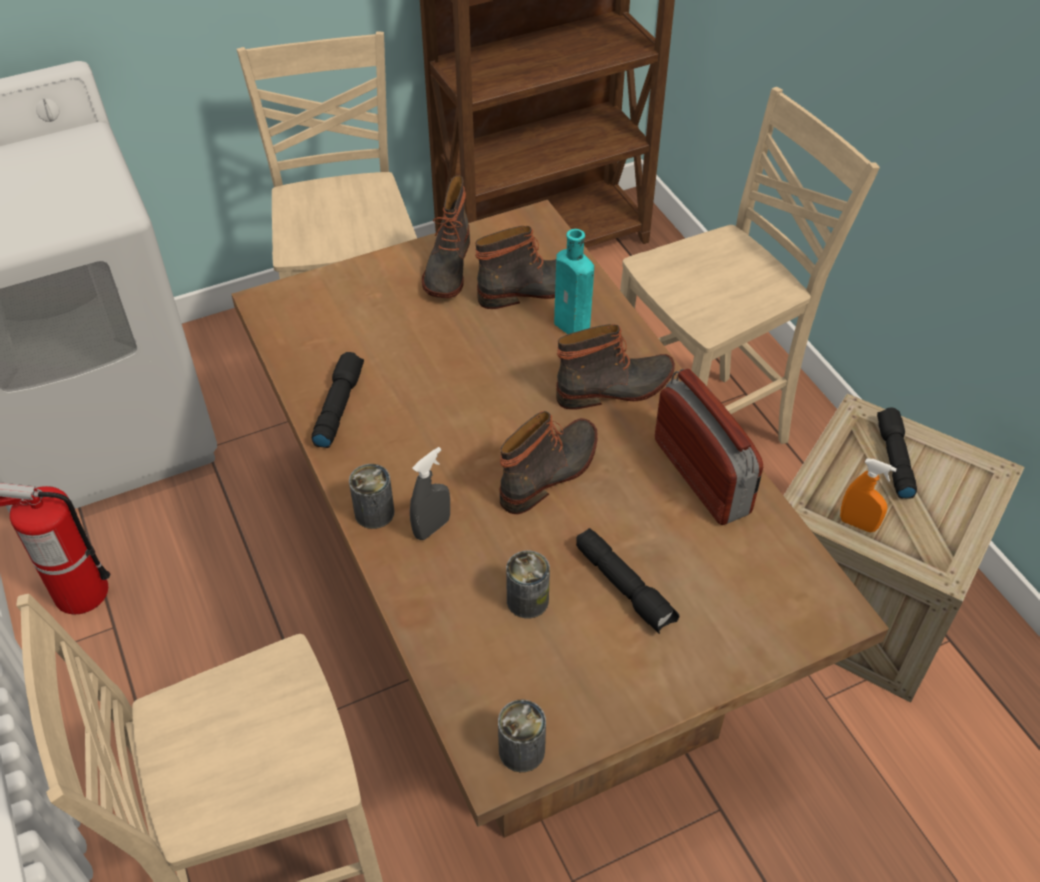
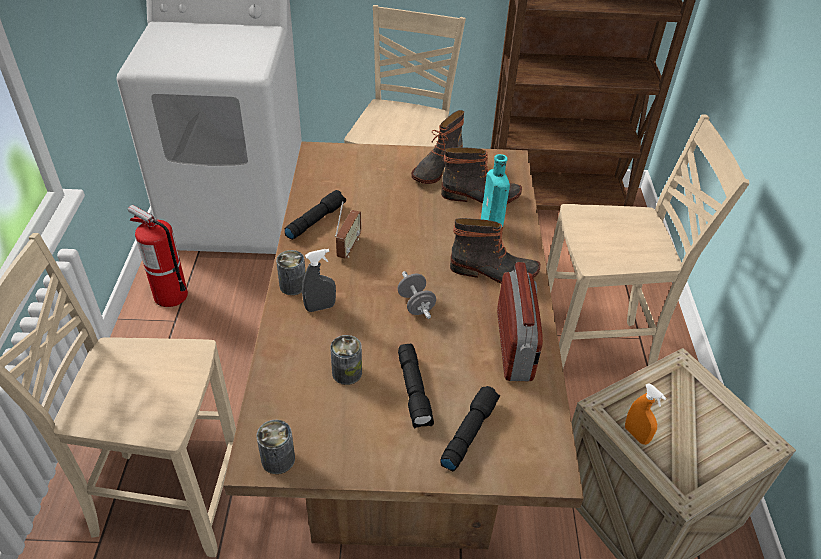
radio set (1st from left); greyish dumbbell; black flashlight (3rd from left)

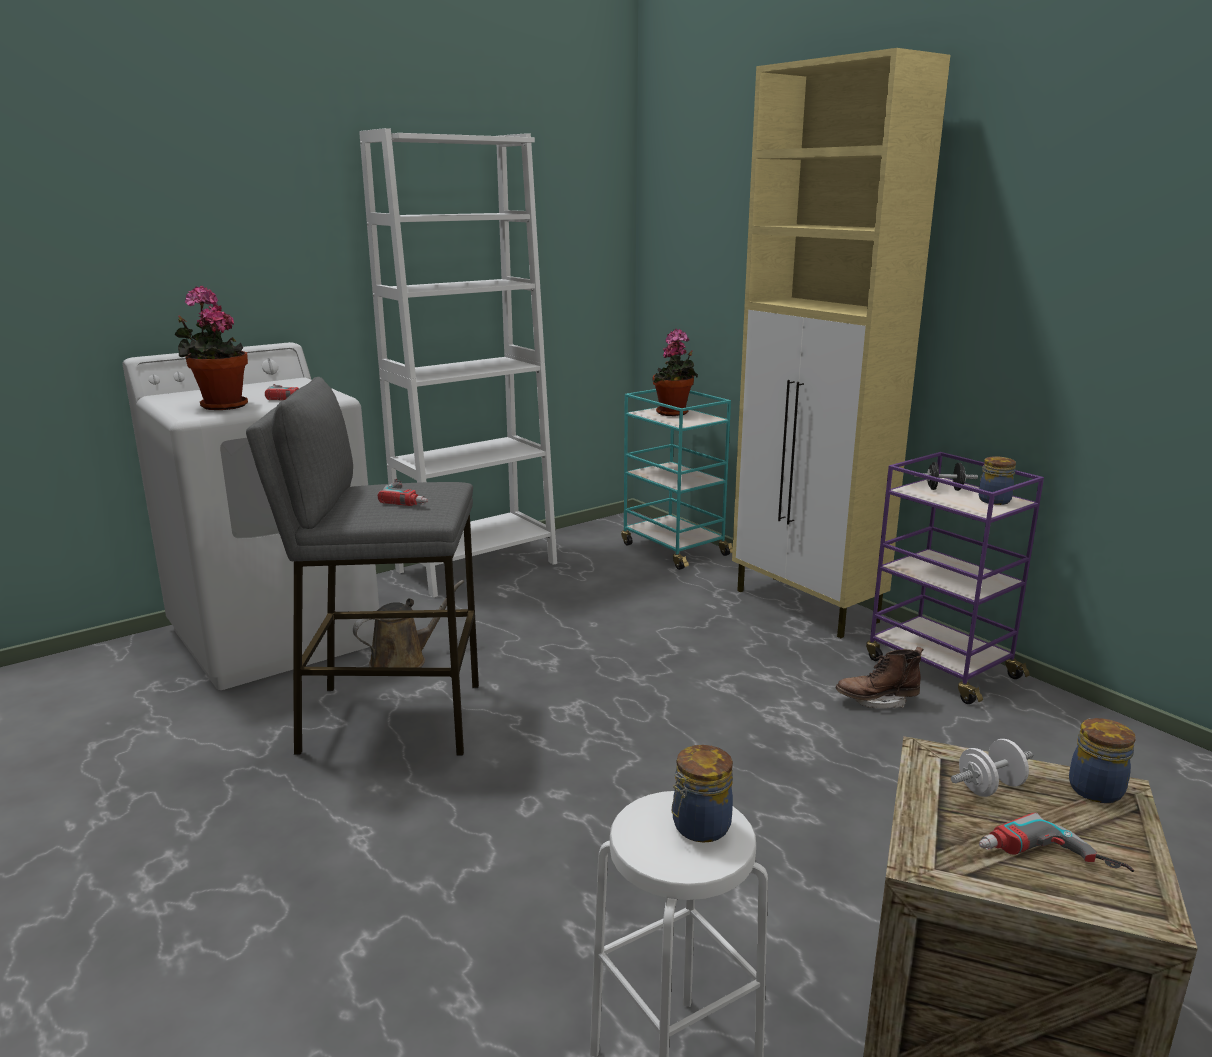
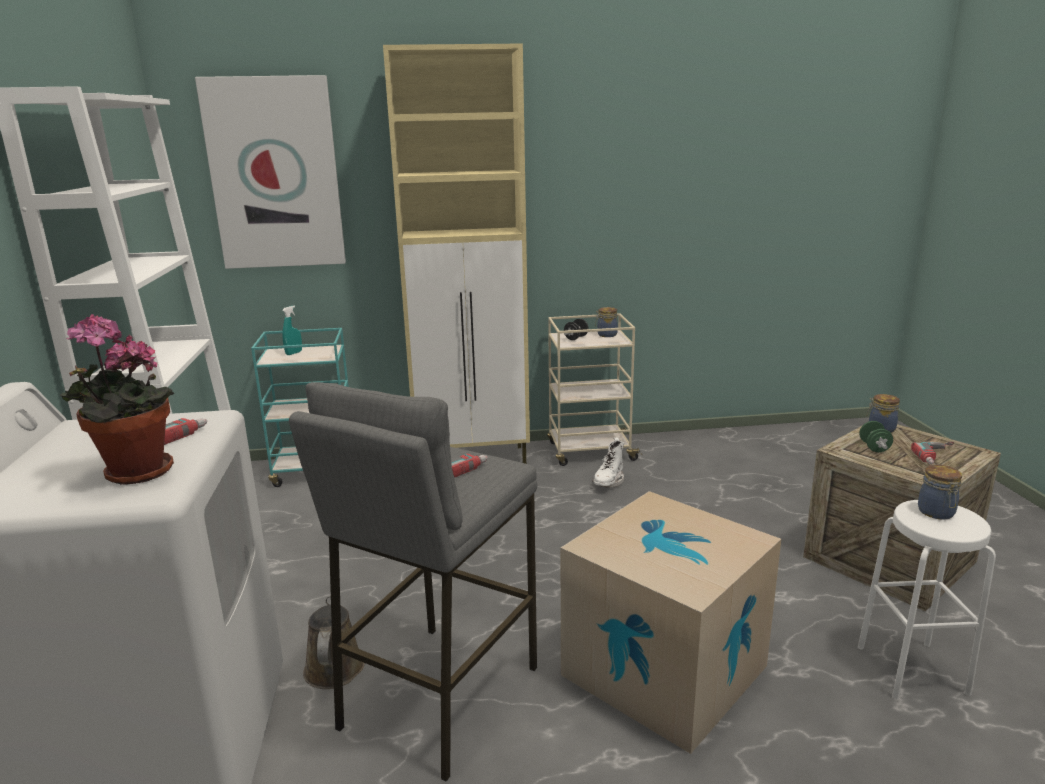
picture; turquoise-coloured hand sprayer; sand-coloured cart; cardboard box; white boot; green-coloured dumbbell

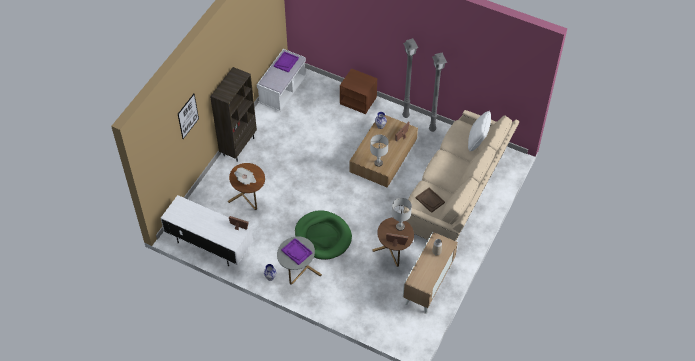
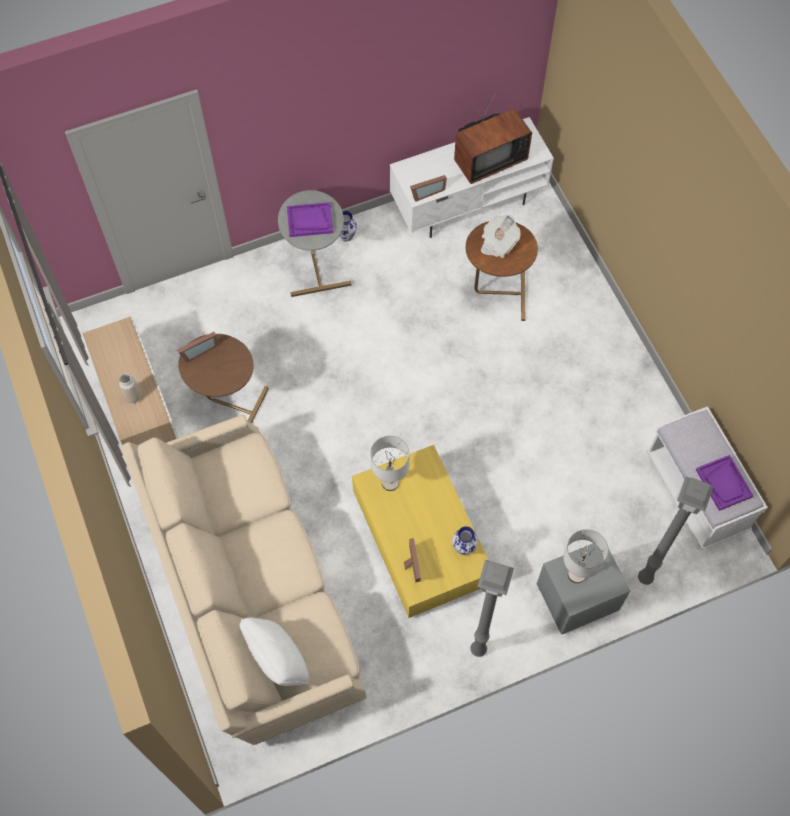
yellow-coloured low table; TV; greyish nightstand; greyish lamp for a table (2nd from left); greyish standing lamp (2nd from left); picture; brownish bookcase; green-coloured dog bed; brownish tray

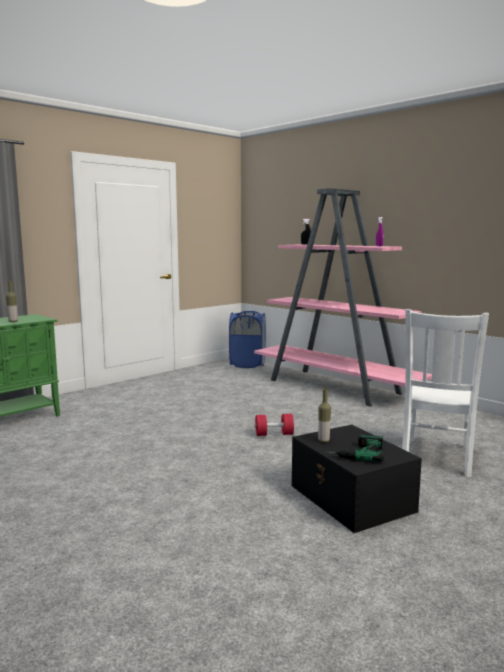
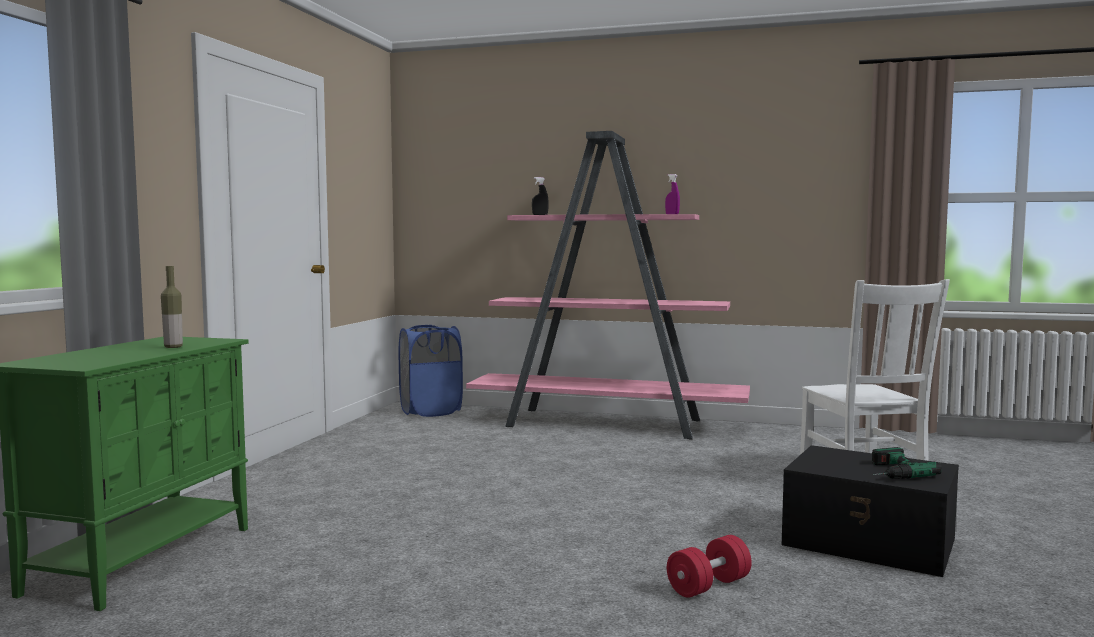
red-coloured dumbbell; bottle (2nd from left in the first image)

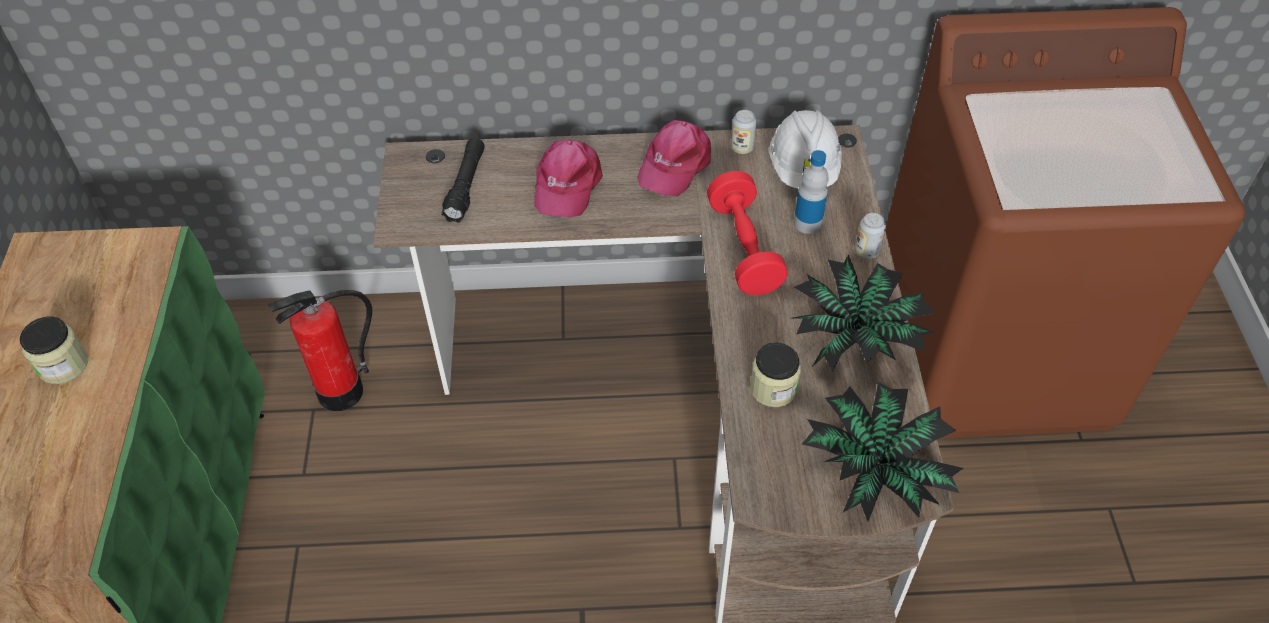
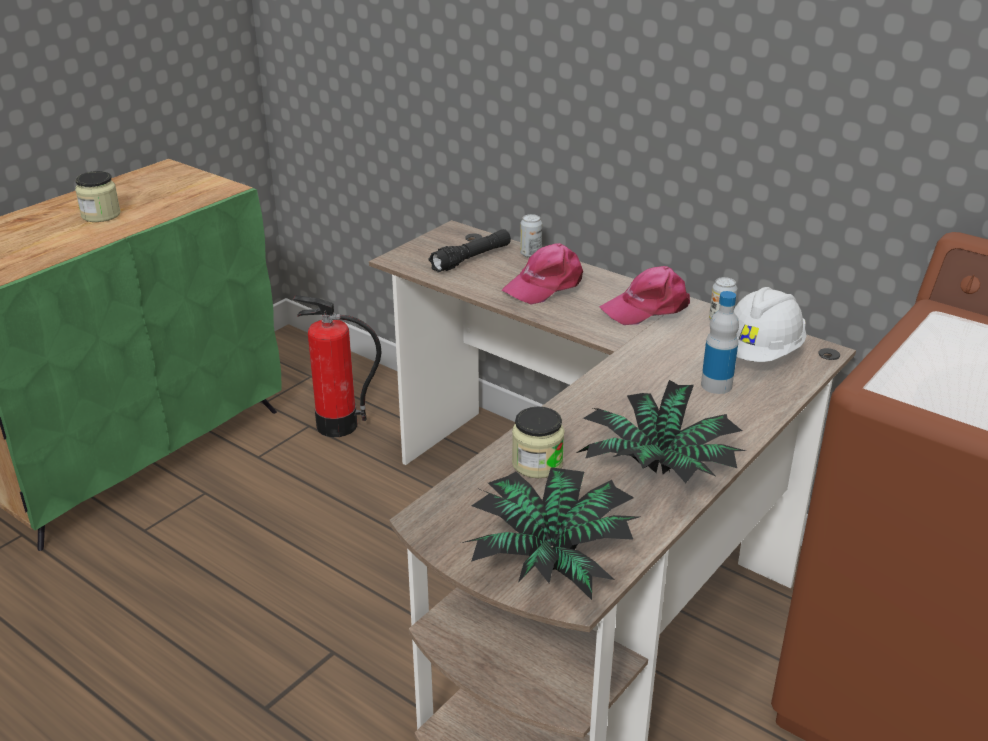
can (1st from left); red-coloured dumbbell

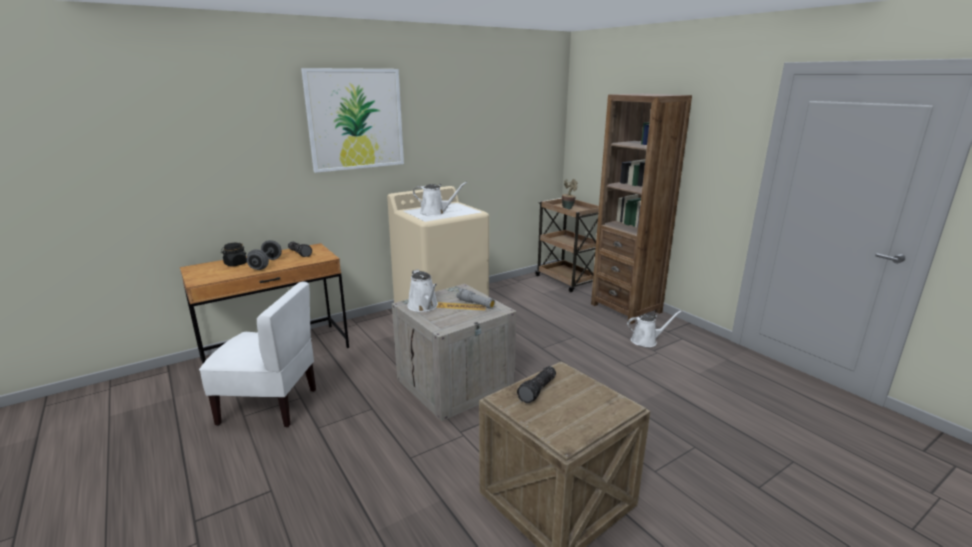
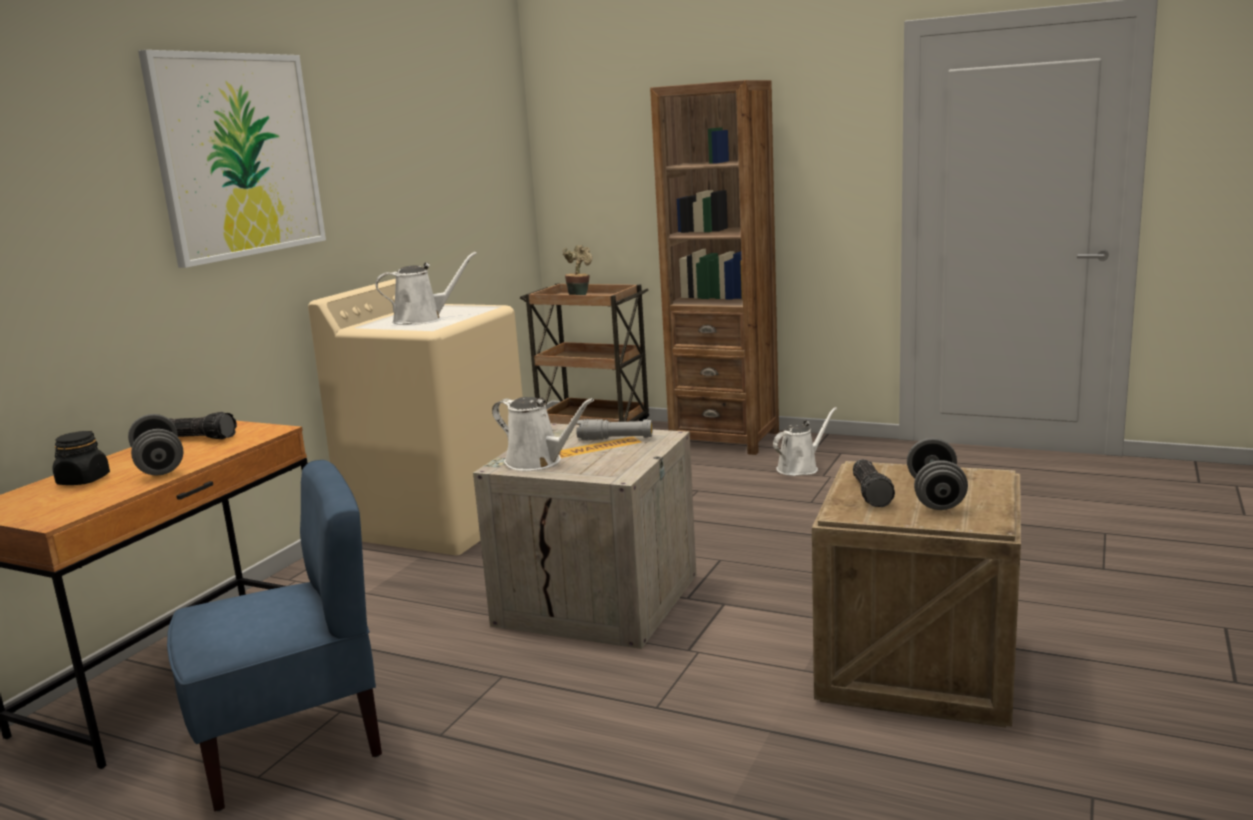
blue-coloured plain chair; greyish dumbbell (2nd from left)

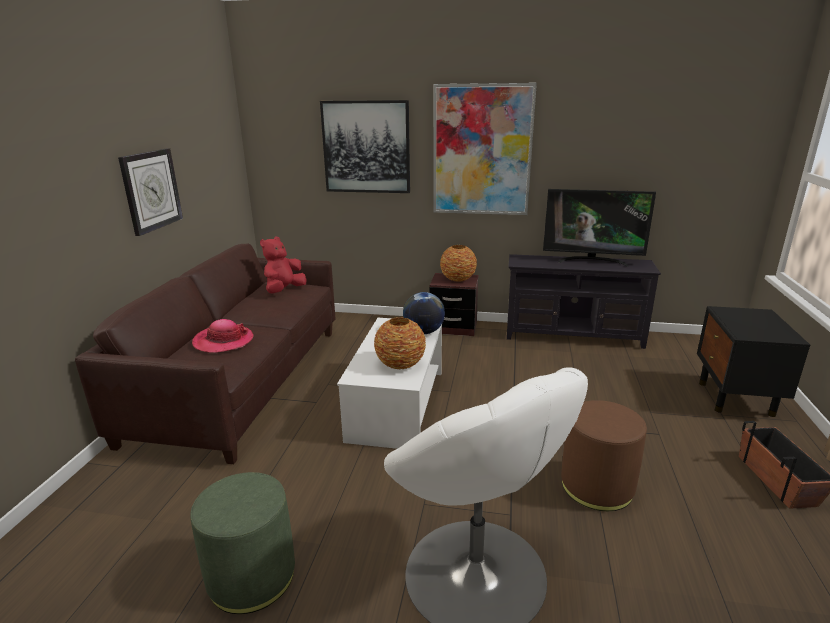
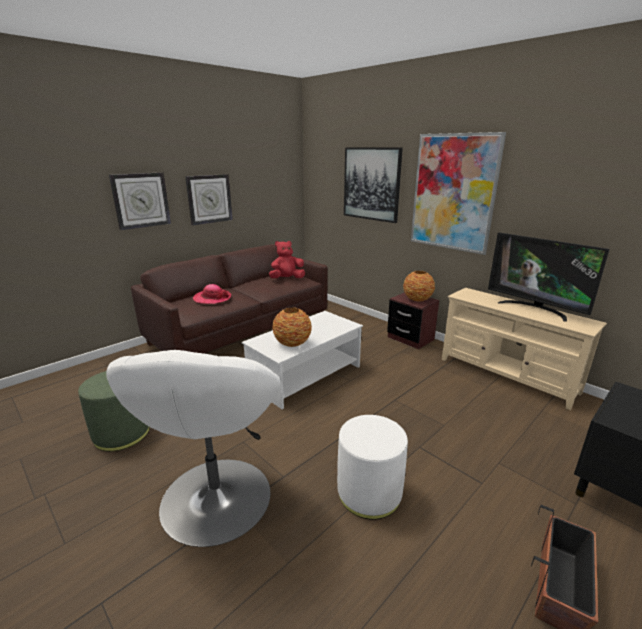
hanging clock (1st from left); white ottoman; sand-coloured tv stand; globe

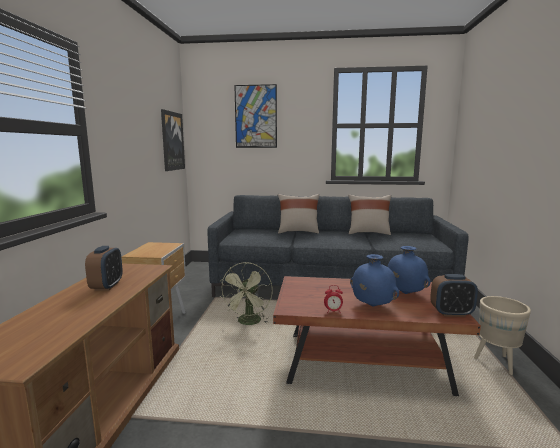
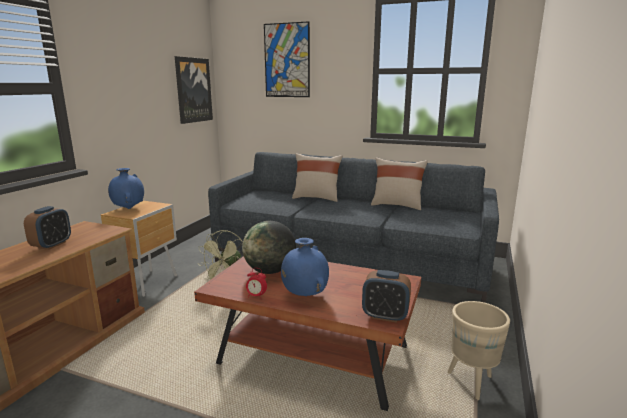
blue-coloured decorative vase (1st from left); globe

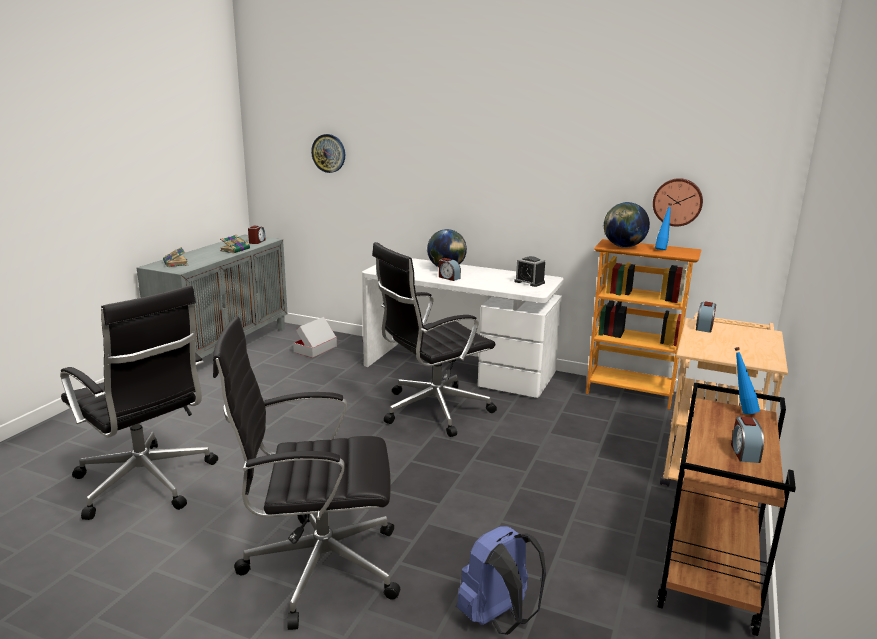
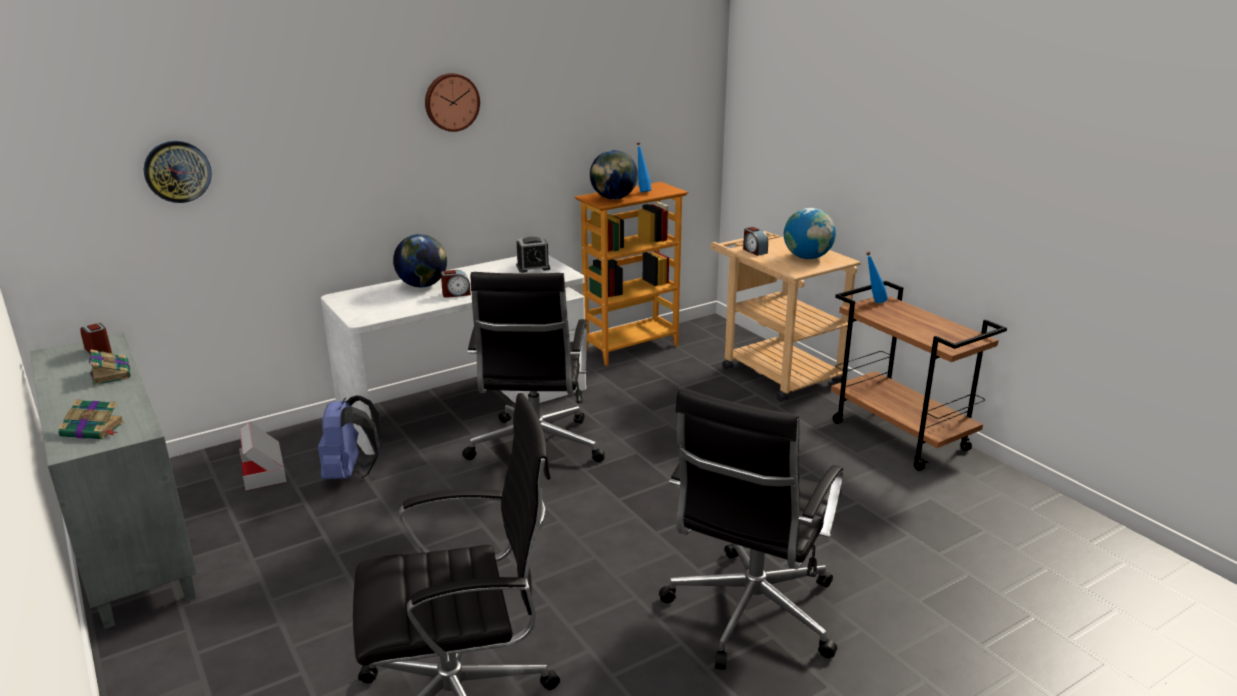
blue-coloured knapsack; hanging clock (2nd from left); globe (3rd from left); table clock (5th from left in the first image)

